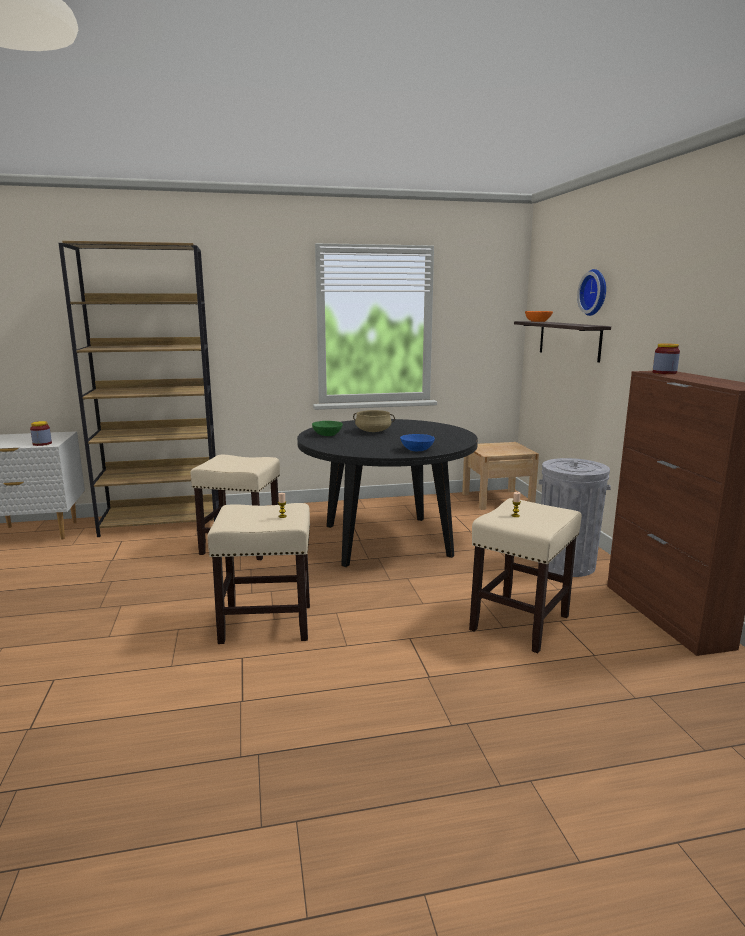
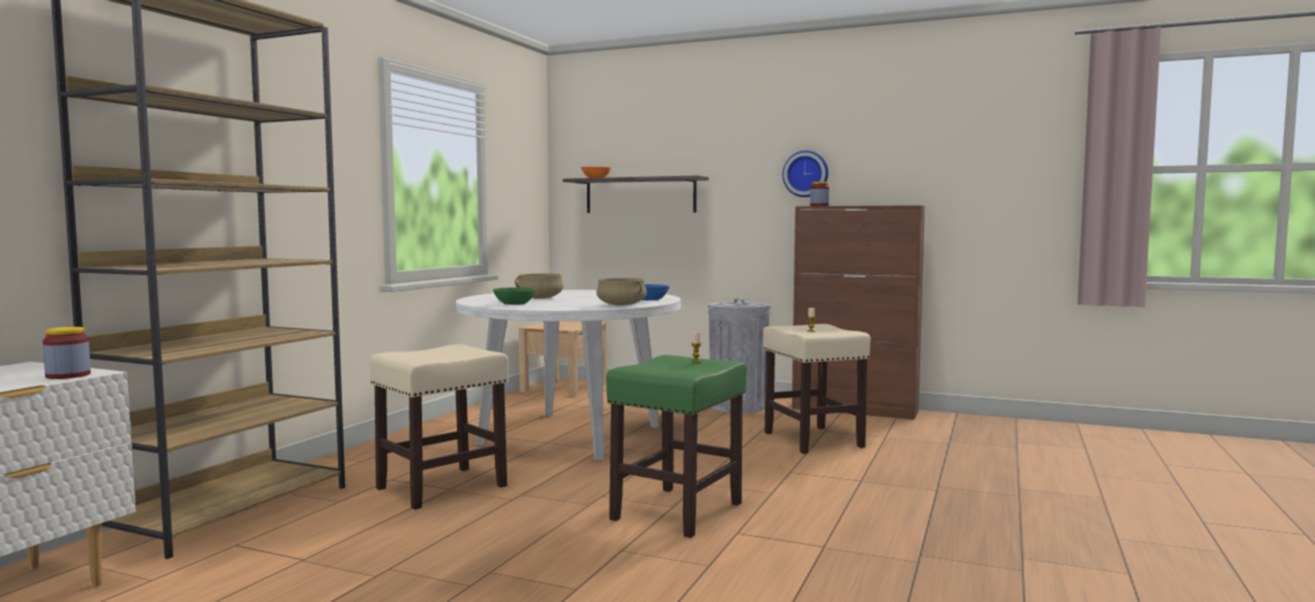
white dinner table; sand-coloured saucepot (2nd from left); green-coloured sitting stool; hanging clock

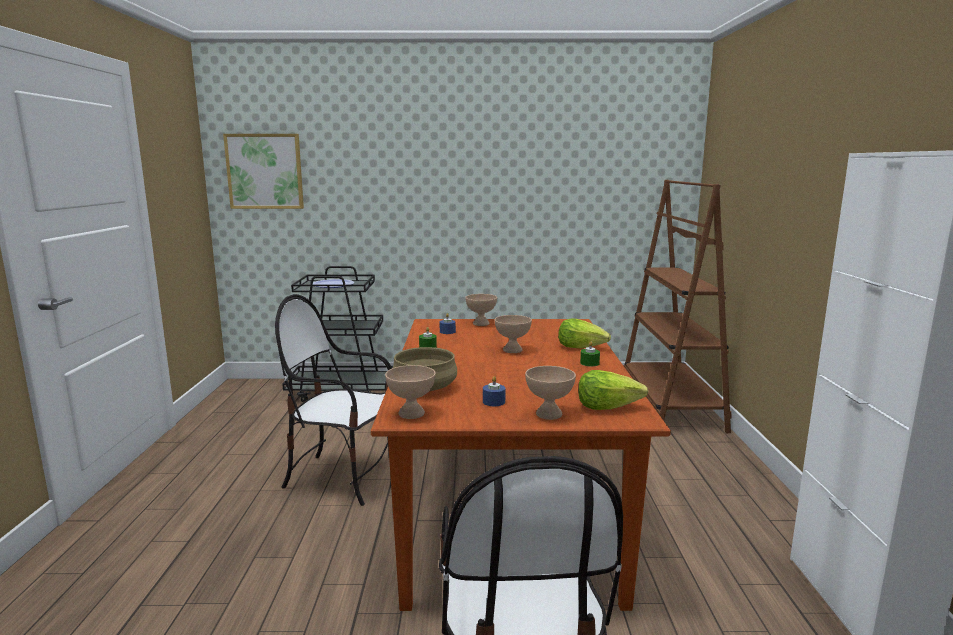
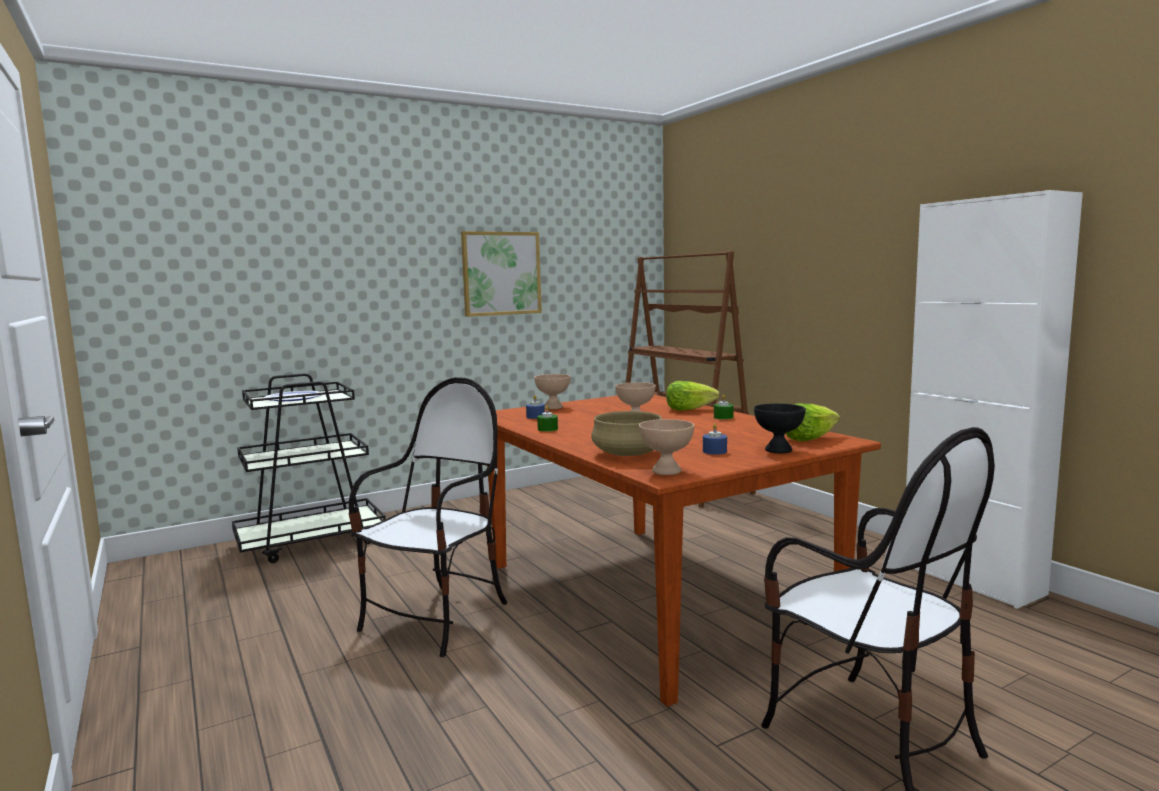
plain chair (1st from left); picture; black deep dish

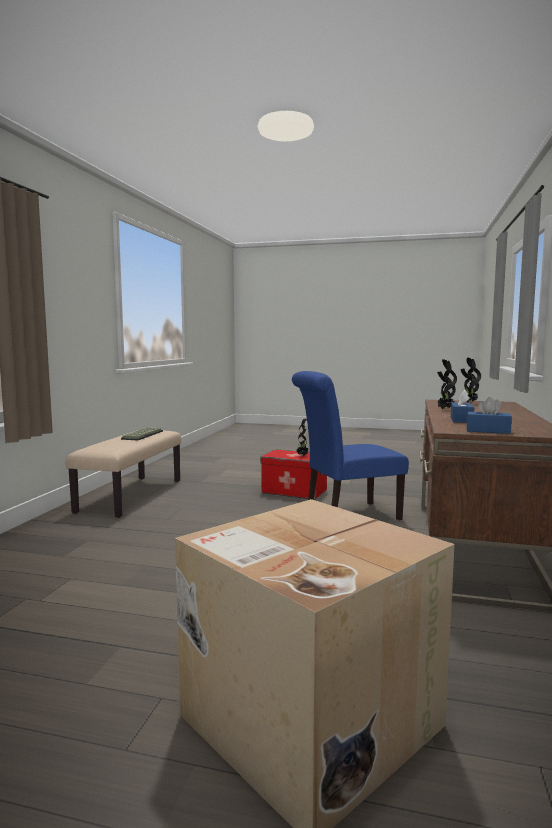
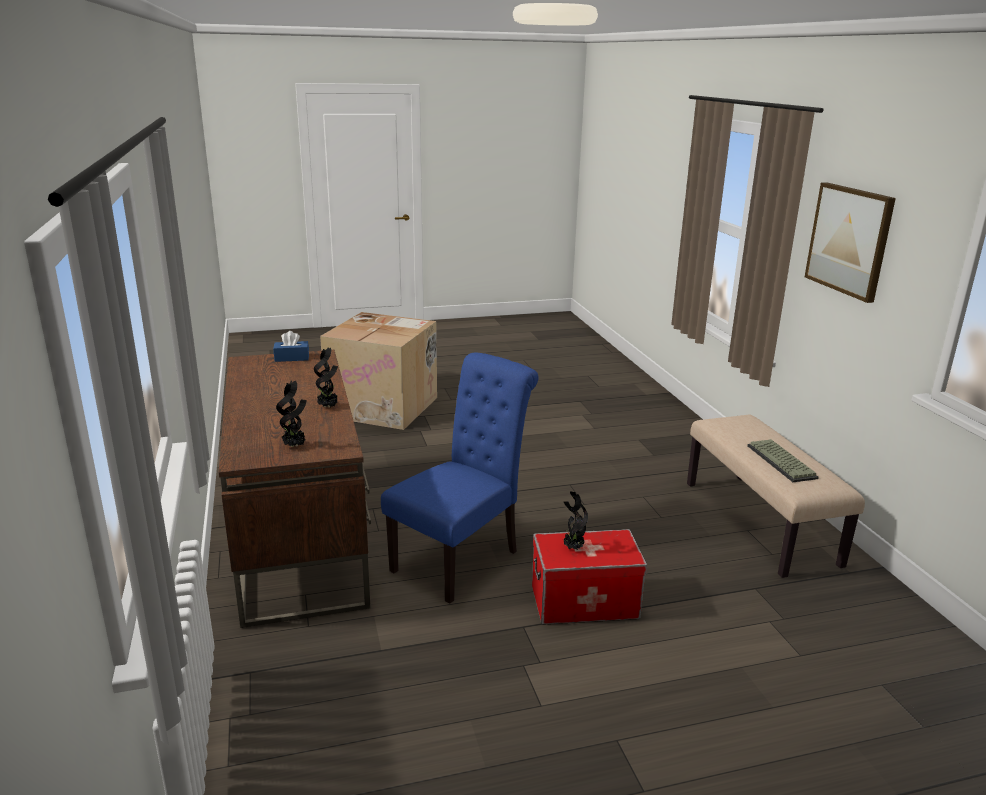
picture; blue-coloured box of tissues (1st from left in the first image)

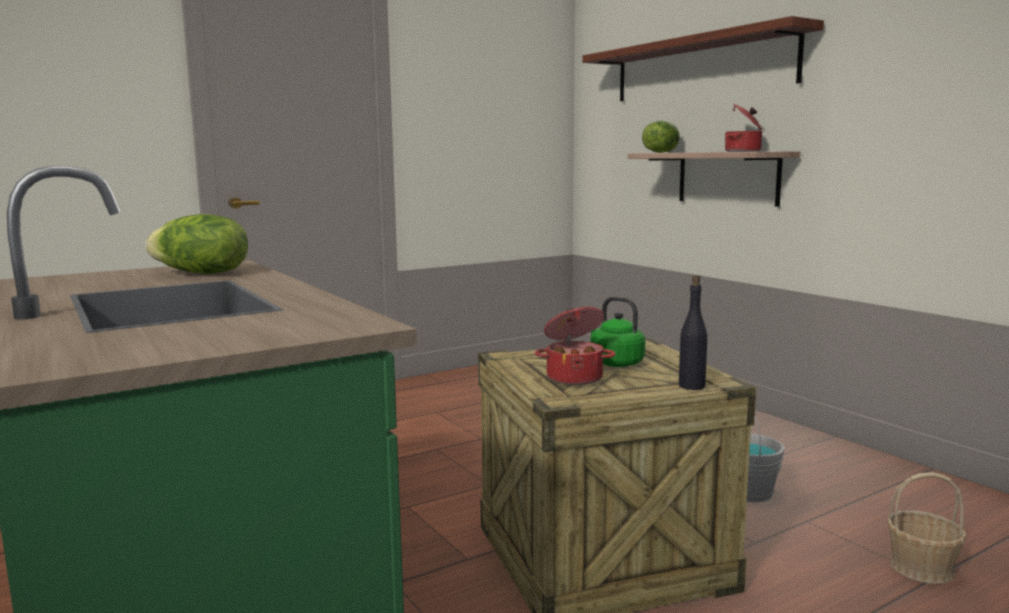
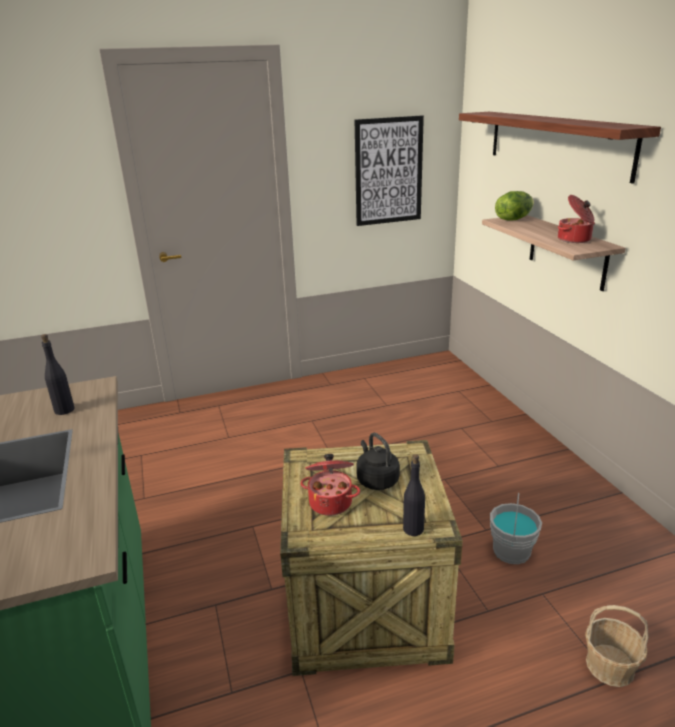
black bottle (1st from left); picture; black tea kettle

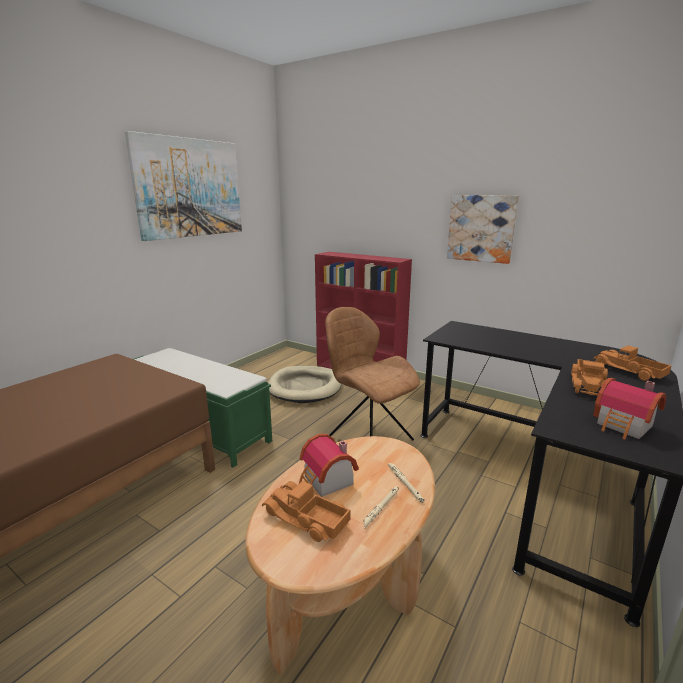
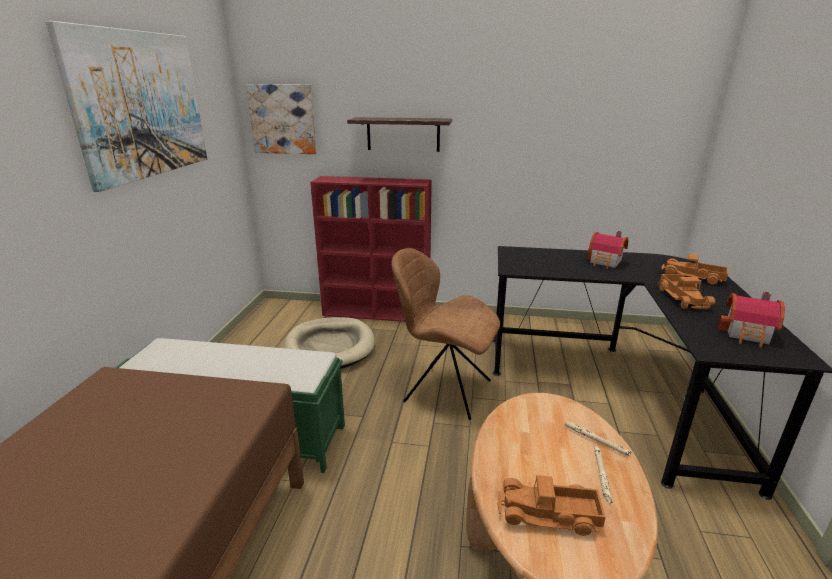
picture (2nd from left); bracket shelf; toy house (1st from left)

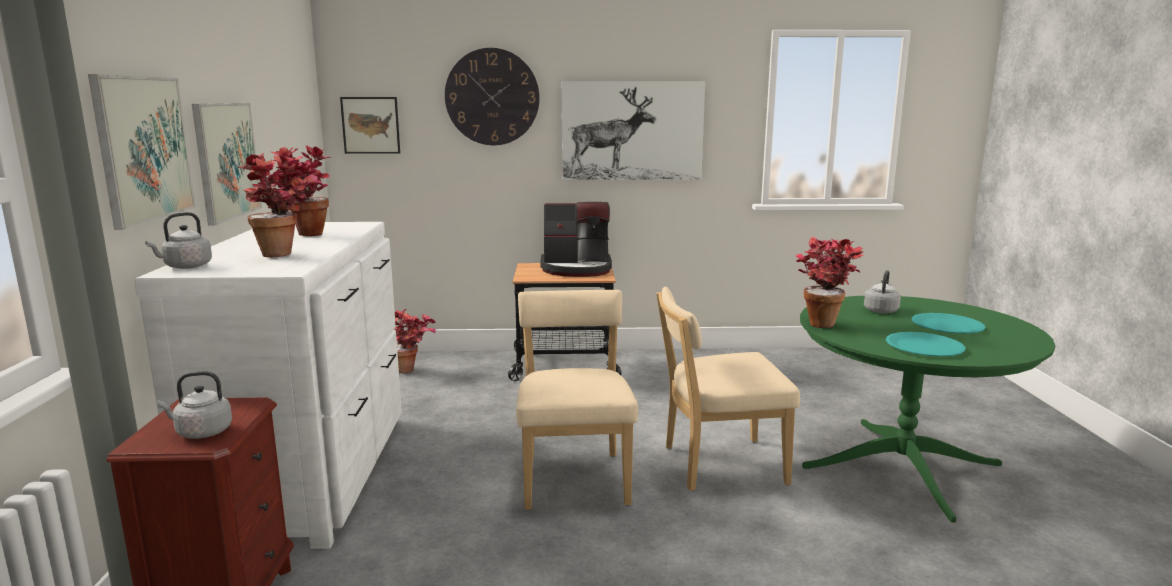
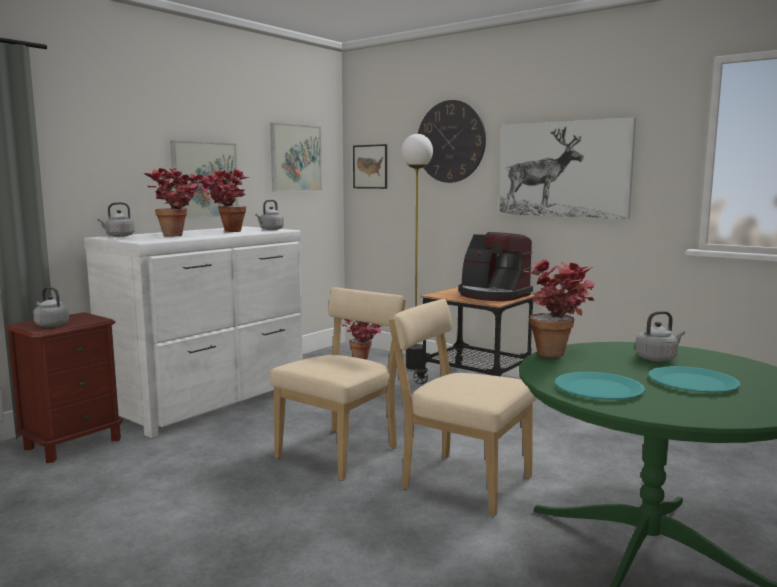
greyish tea kettle (3rd from left); picture (2nd from left); standing lamp

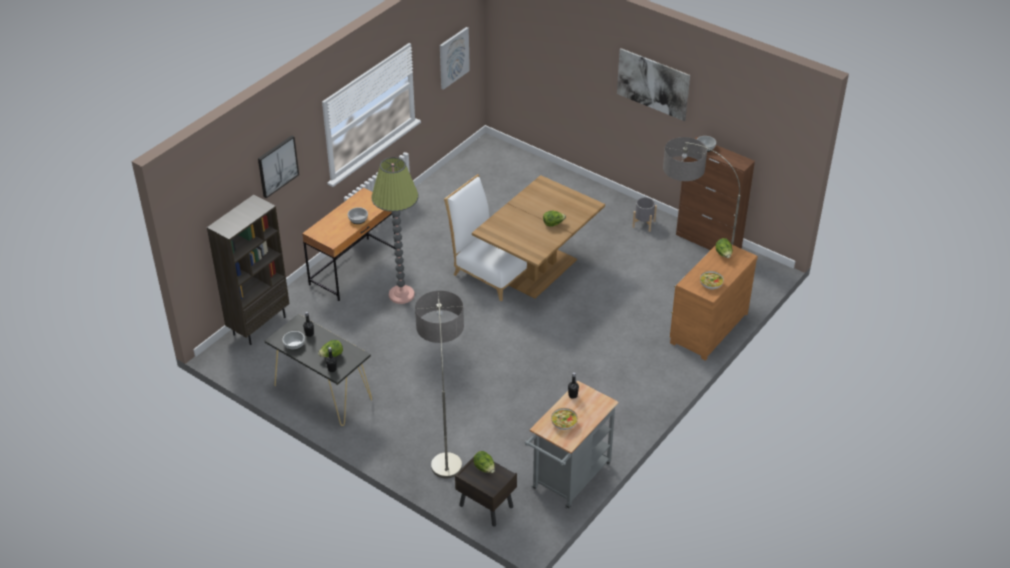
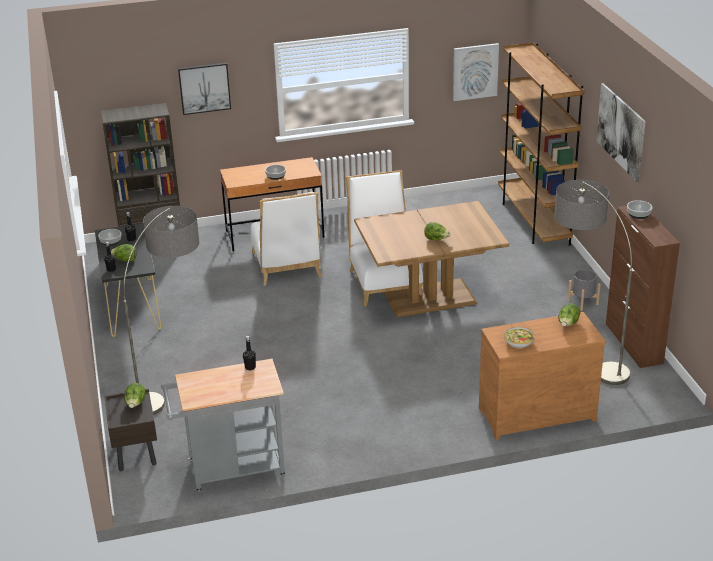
white plain chair (1st from left); brownish bookcase (2nd from left); deep dish (3rd from left in the first image)

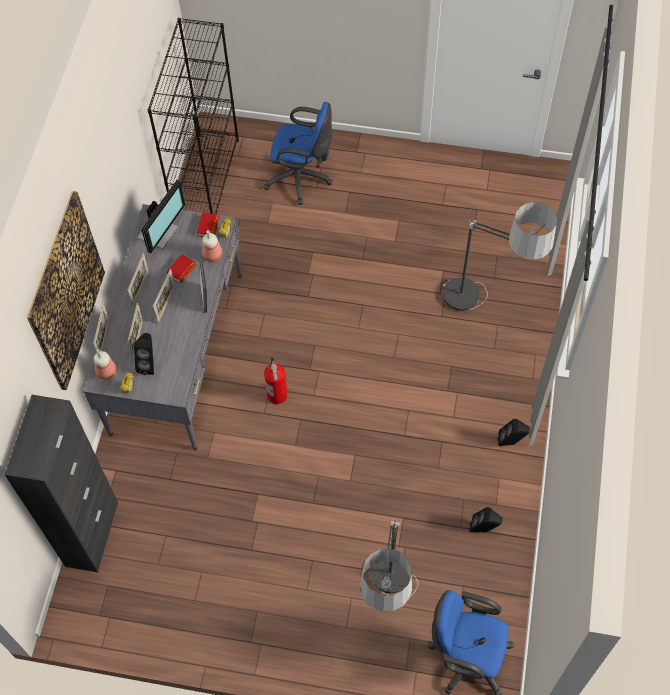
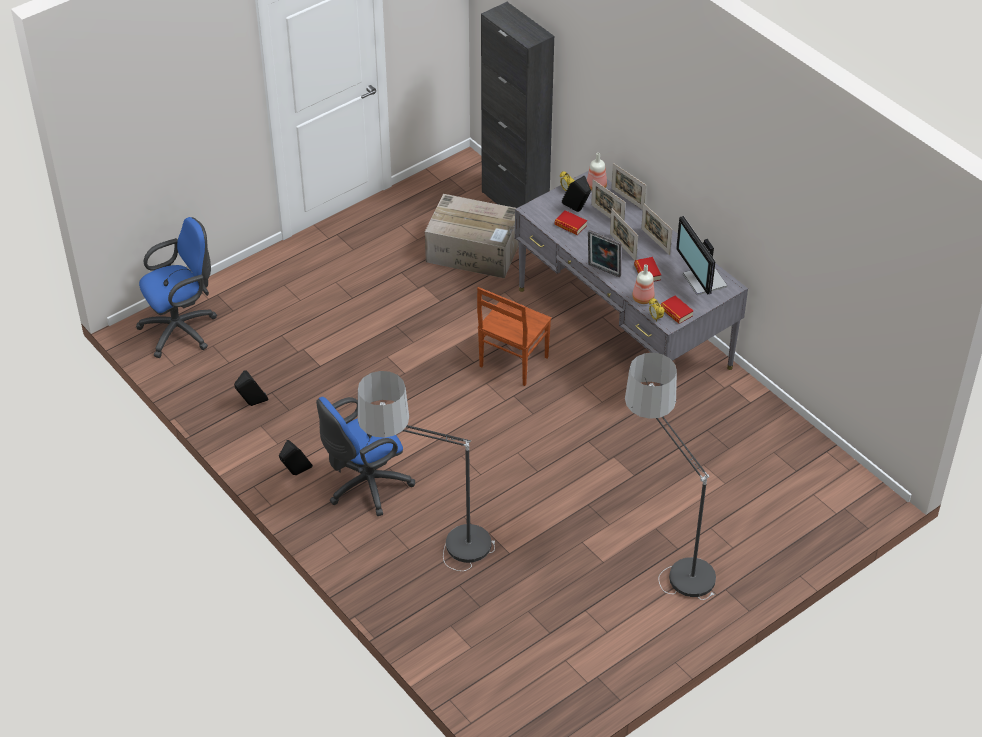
blue-coloured office chair (2nd from left); cardboard box; brownish plain chair; bound book (1st from left); standing lamp (2nd from left); picture; black bookcase

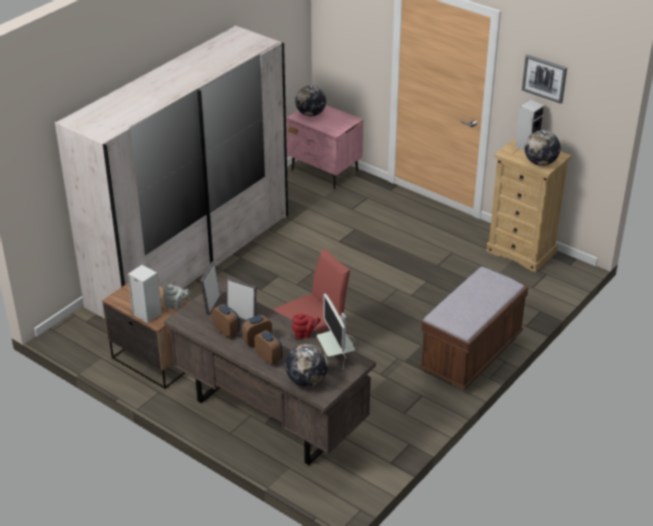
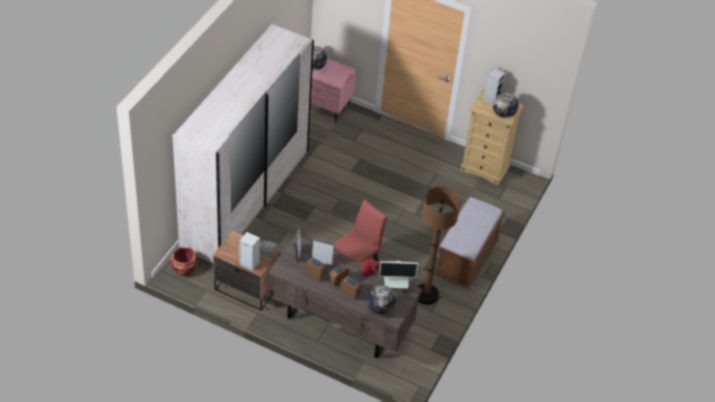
red-coloured flower pot; computer display; brownish standing lamp; picture

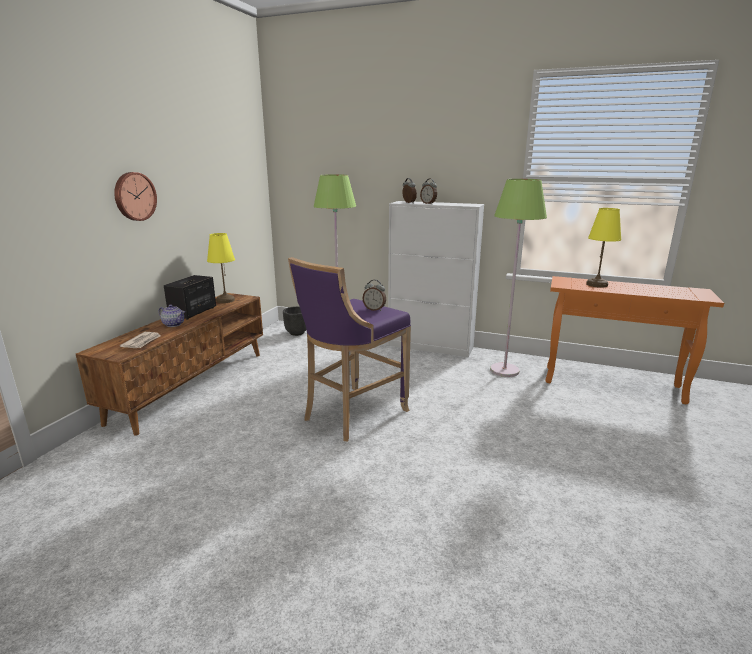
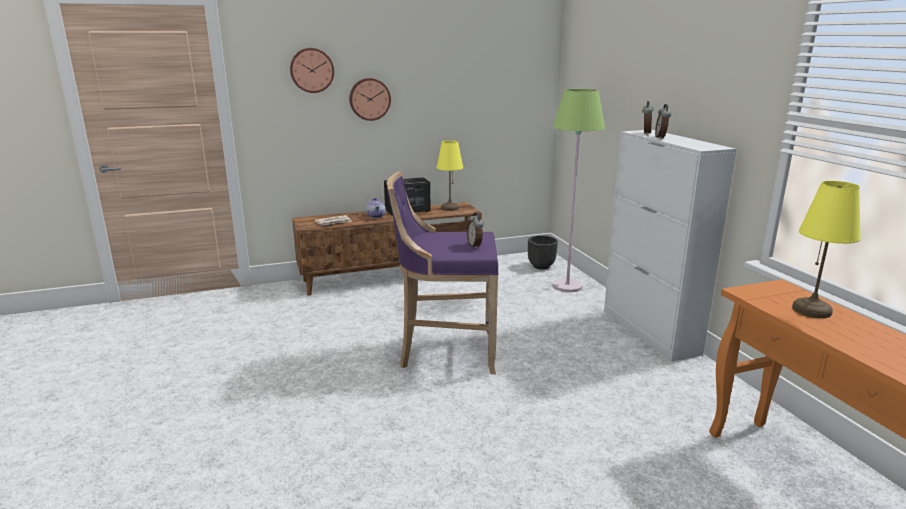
hanging clock (1st from left); green-coloured standing lamp (2nd from left in the first image)

